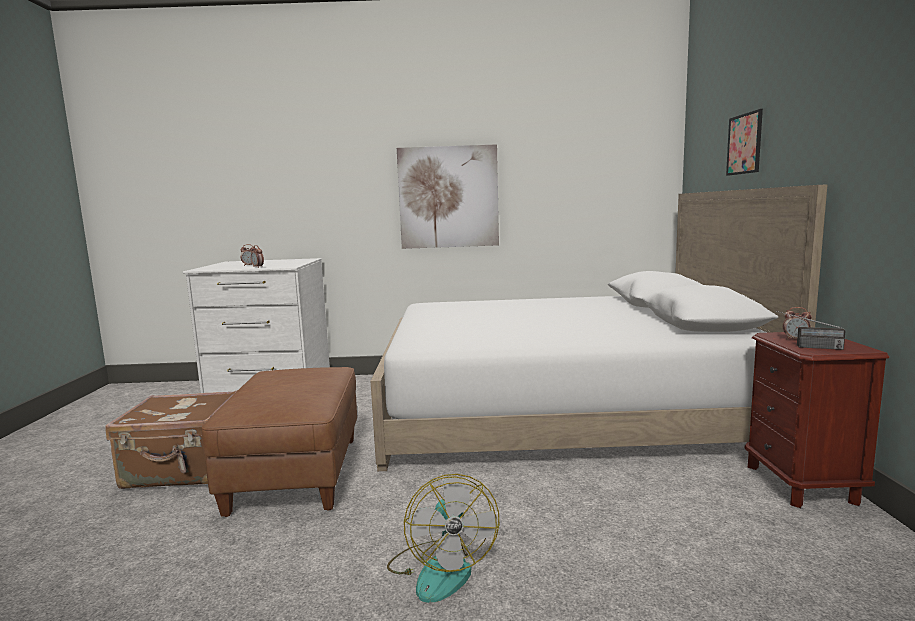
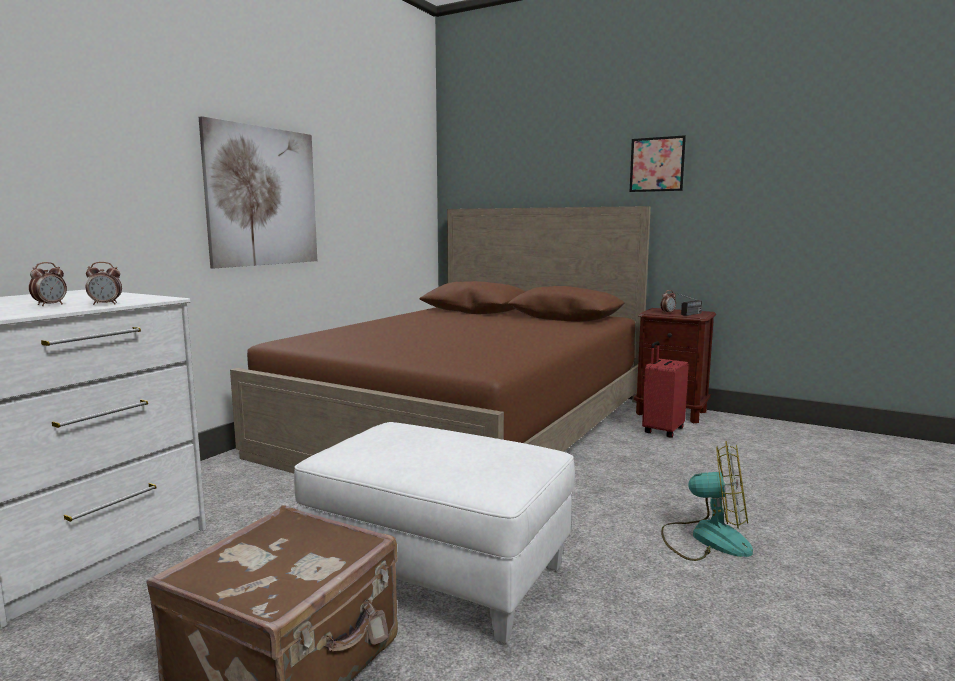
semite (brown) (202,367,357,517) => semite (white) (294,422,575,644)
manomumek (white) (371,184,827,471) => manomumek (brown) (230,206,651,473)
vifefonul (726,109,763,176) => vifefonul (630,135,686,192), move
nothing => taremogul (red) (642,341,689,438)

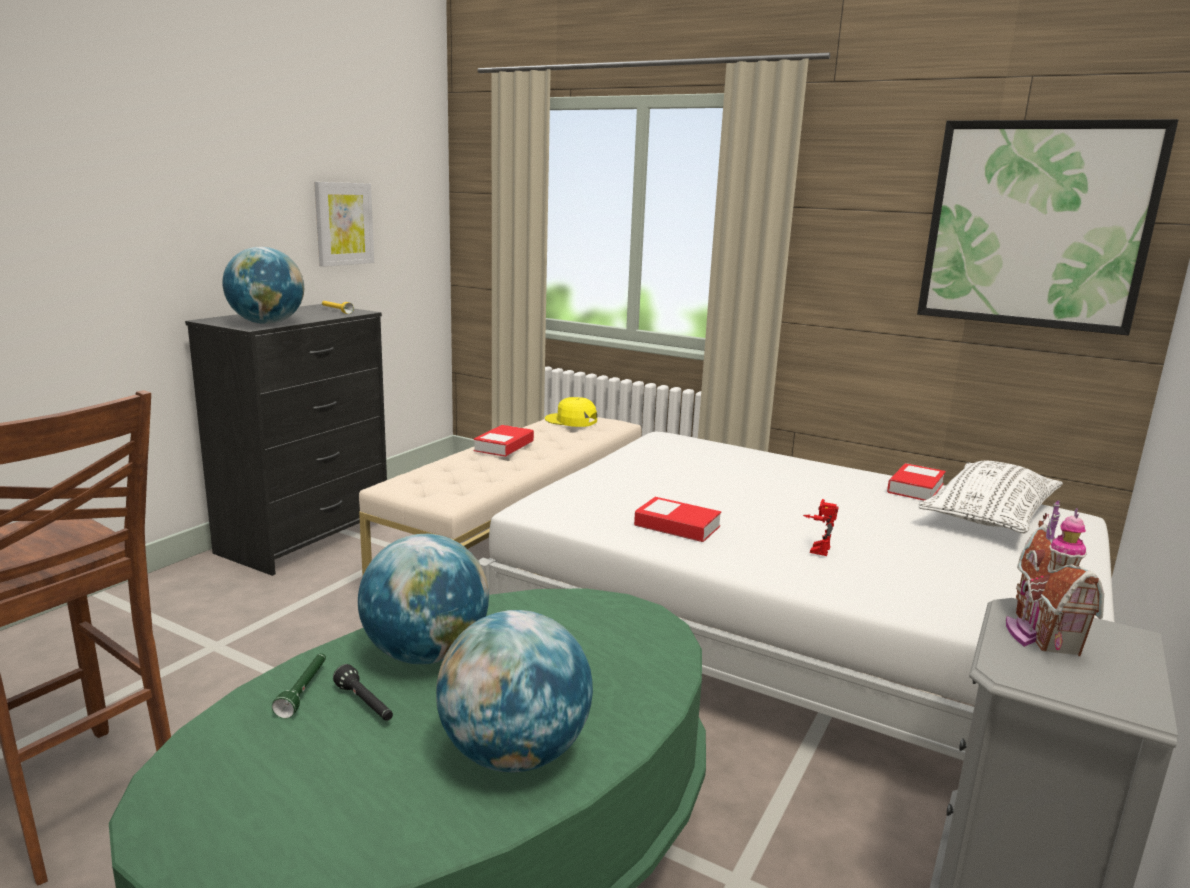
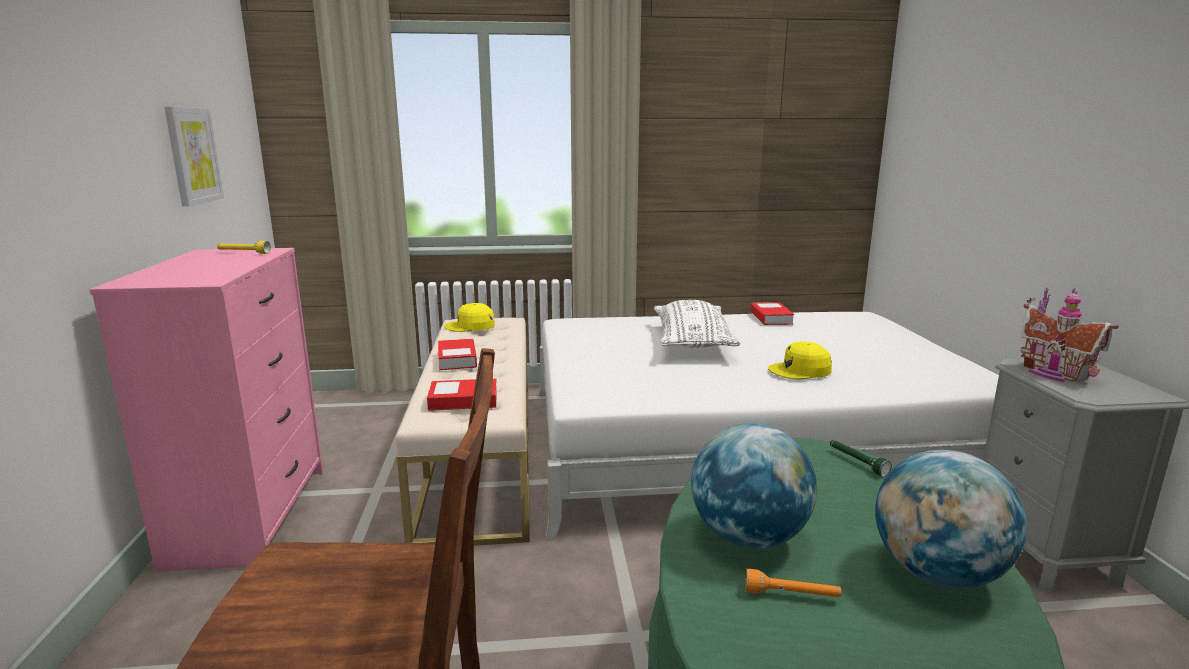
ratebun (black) (185,304,387,576) => ratebun (pink) (90,248,323,572)
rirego (222,247,304,324) => nothing
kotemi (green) (272,653,326,719) => kotemi (green) (830,440,892,477), move
kotemi (black) (333,664,393,721) => kotemi (orange) (745,569,841,597)
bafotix (634,497,721,542) => bafotix (427,379,497,411), move
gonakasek (803,499,839,556) => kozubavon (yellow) (768,341,832,379)
vifefonul (917,119,1178,336) => nothing
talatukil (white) (919,461,1063,533) => talatukil (white) (654,300,740,348), move

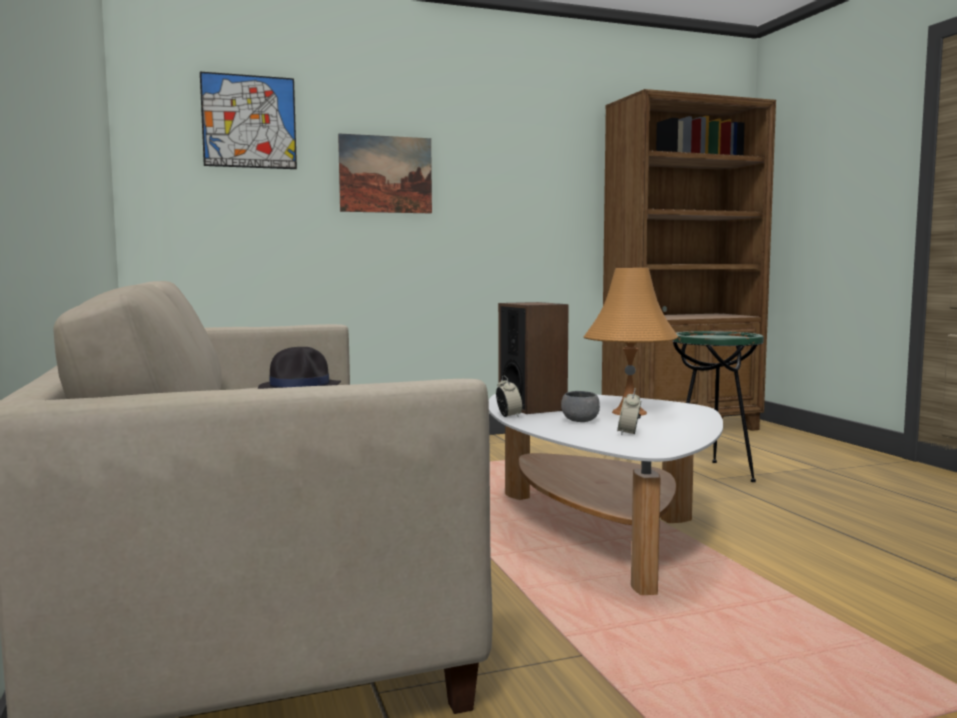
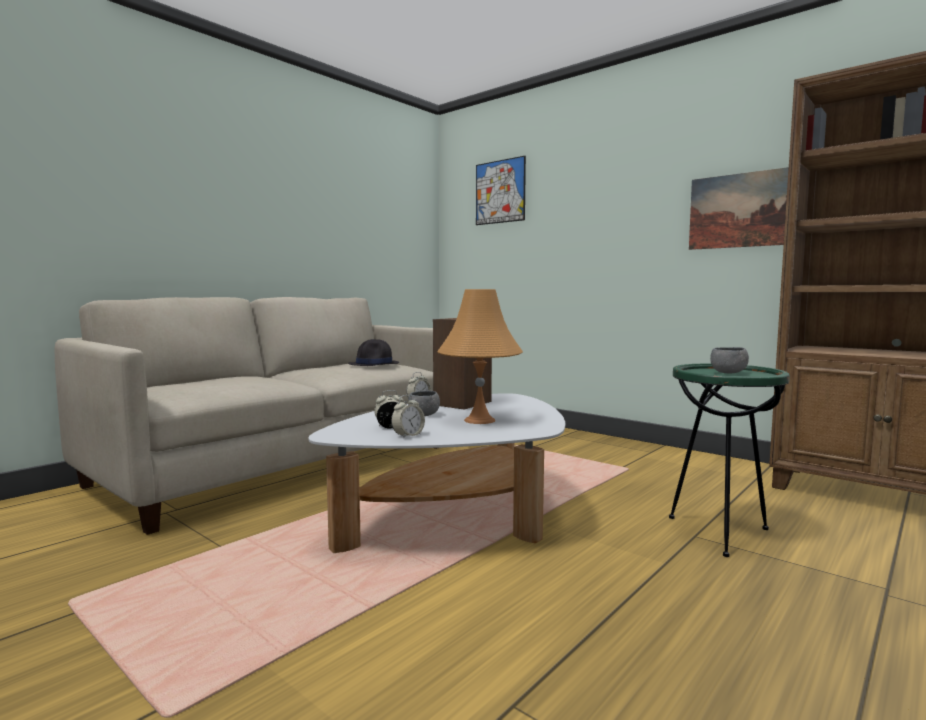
vifefonul (338,133,432,213) => vifefonul (689,167,789,250), move
nothing => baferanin (391,395,425,439)
nothing => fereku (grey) (710,347,749,373)

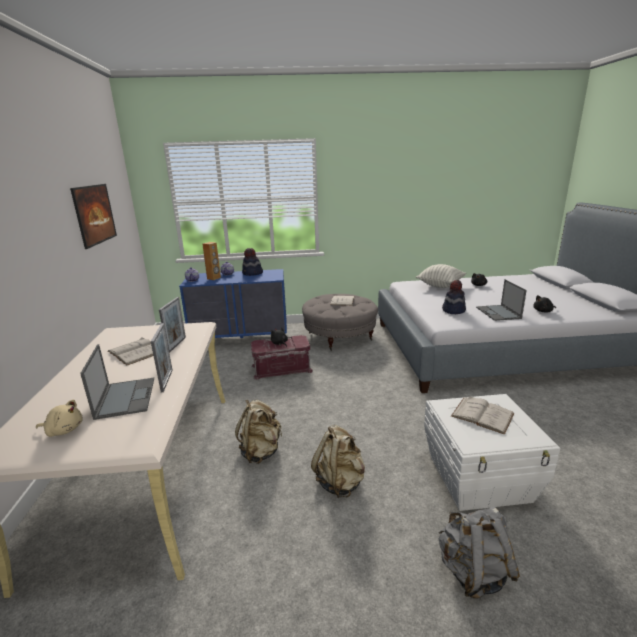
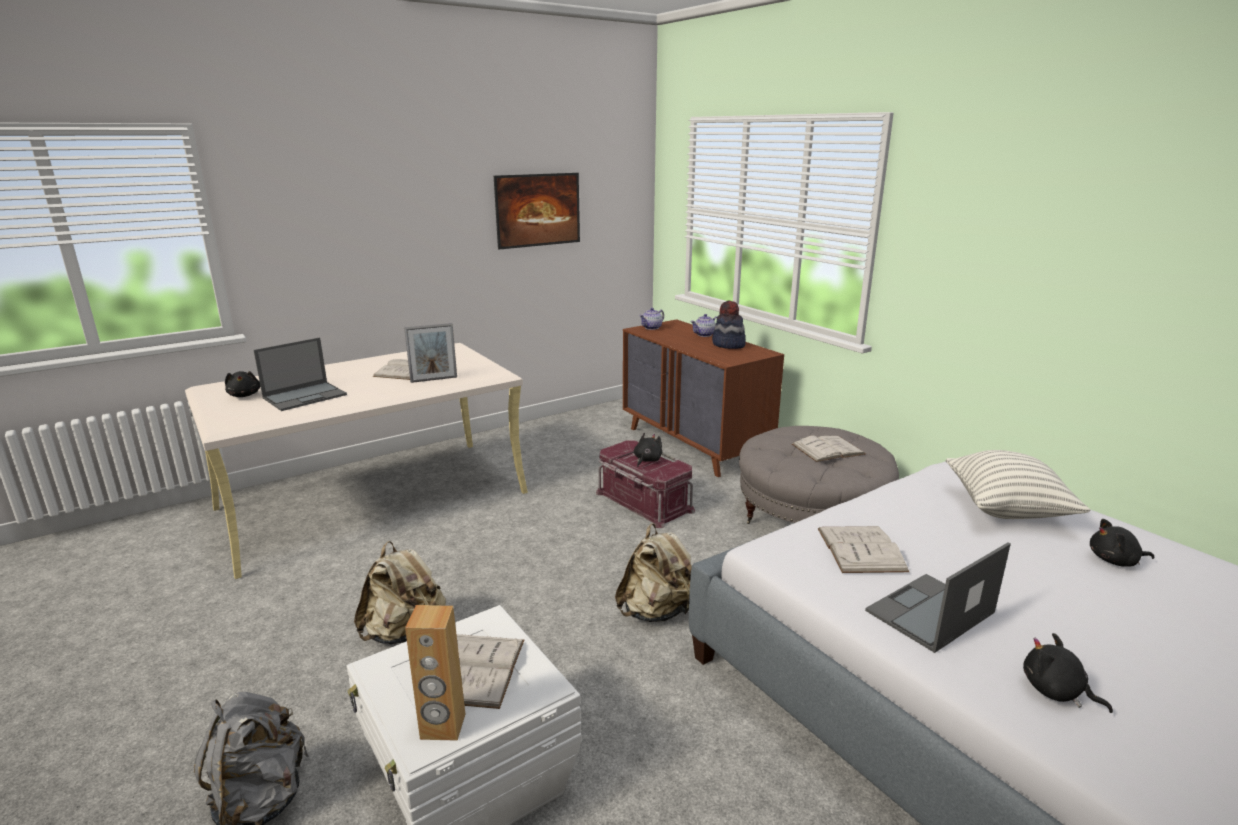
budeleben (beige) (36,400,83,437) => budeleben (black) (225,371,260,397)
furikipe (151,323,172,392) => nothing
ratebun (blue) (179,269,287,338) => ratebun (brown) (623,319,784,477)
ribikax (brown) (202,242,221,280) => ribikax (brown) (405,605,465,741), move
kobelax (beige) (235,399,282,464) => kobelax (beige) (615,523,692,622), move
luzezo (442,280,466,314) => bafotix (white) (818,526,909,573)

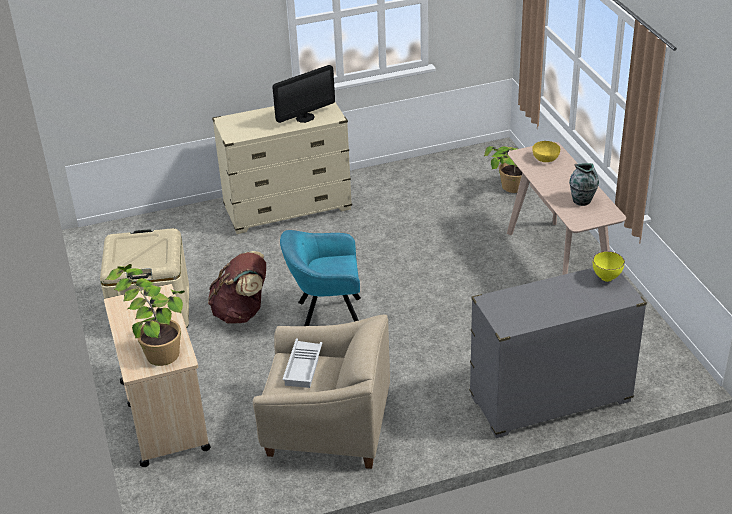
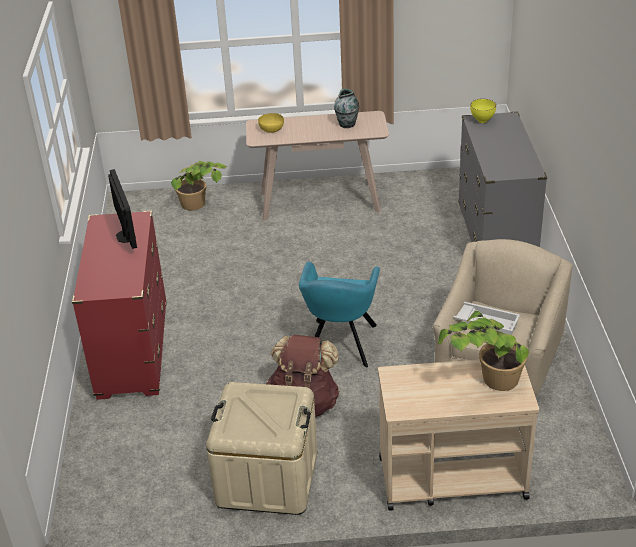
ratebun (beige) (212,102,352,234) => ratebun (red) (72,211,167,400)

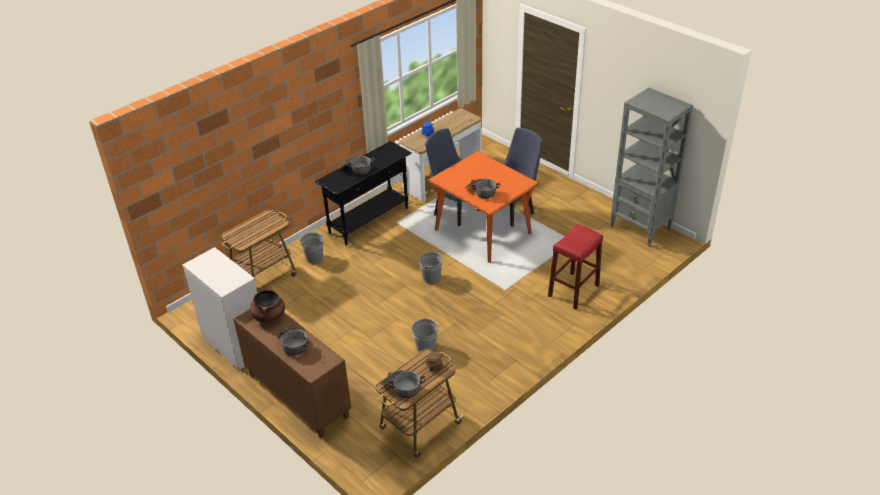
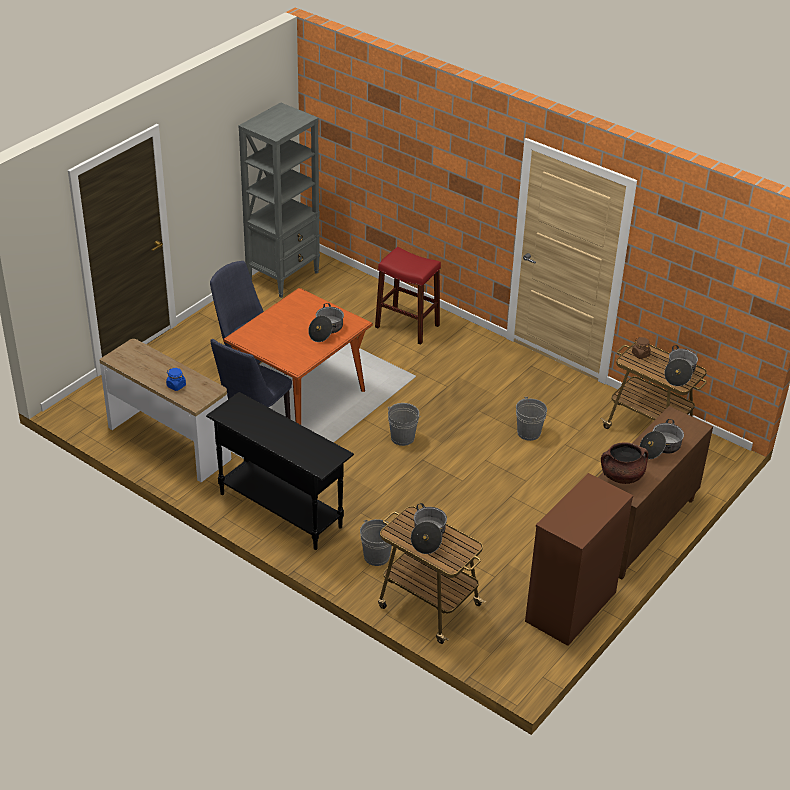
ratebun (white) (182,247,257,370) => ratebun (brown) (525,473,633,646)
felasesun (341,156,375,175) => felasesun (411,503,447,554), move

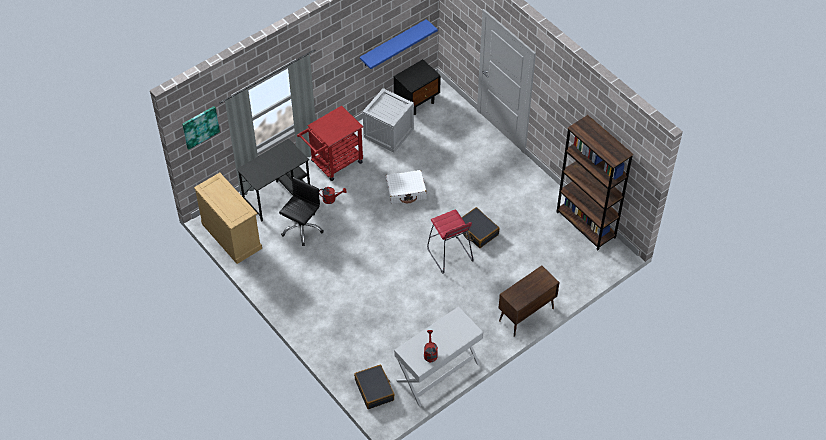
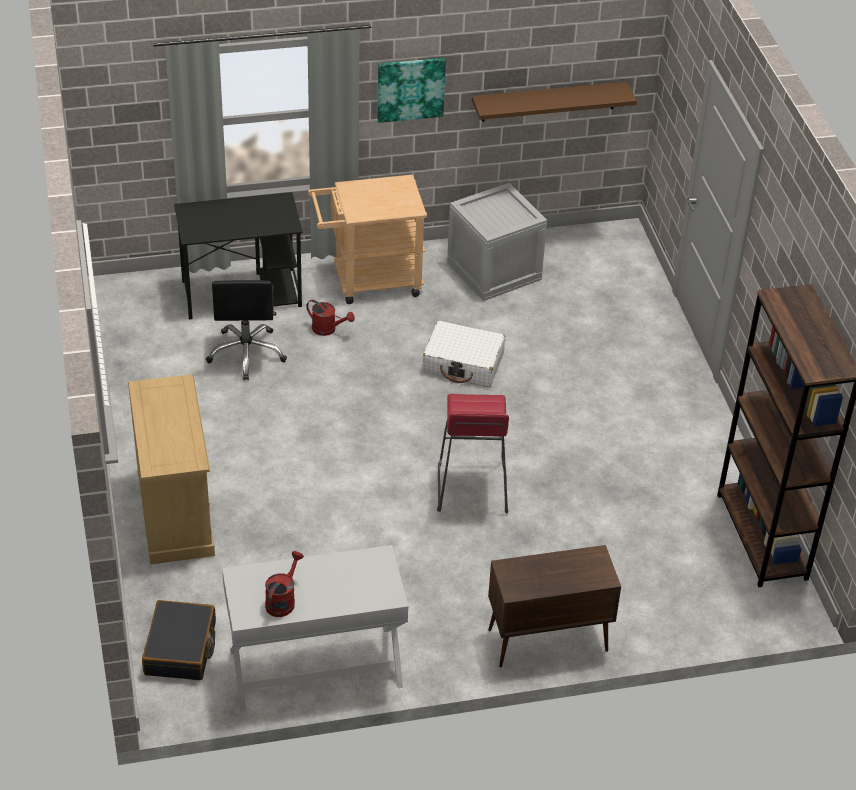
vifefonul (182,106,220,150) => vifefonul (377,58,446,123), move
ratebun (beige) (194,173,262,264) => ratebun (beige) (128,374,215,565), move
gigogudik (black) (279,177,324,246) => gigogudik (black) (206,280,287,380), 120 degrees clockwise
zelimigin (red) (297,106,363,181) => zelimigin (beige) (308,175,427,304)
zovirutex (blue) (360,19,438,69) => zovirutex (brown) (472,82,637,122)
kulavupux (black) (394,59,441,115) => nothing
taremogul (black) (461,207,500,248) => nothing

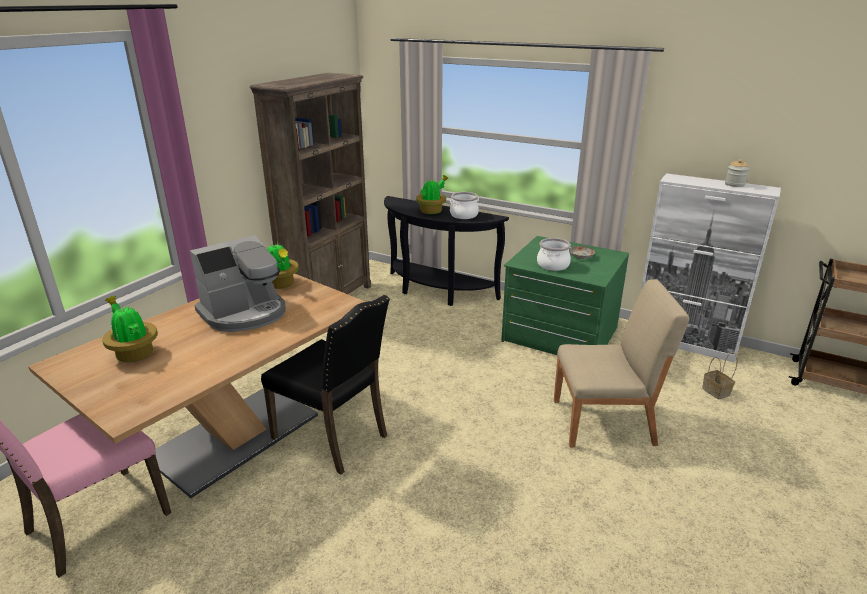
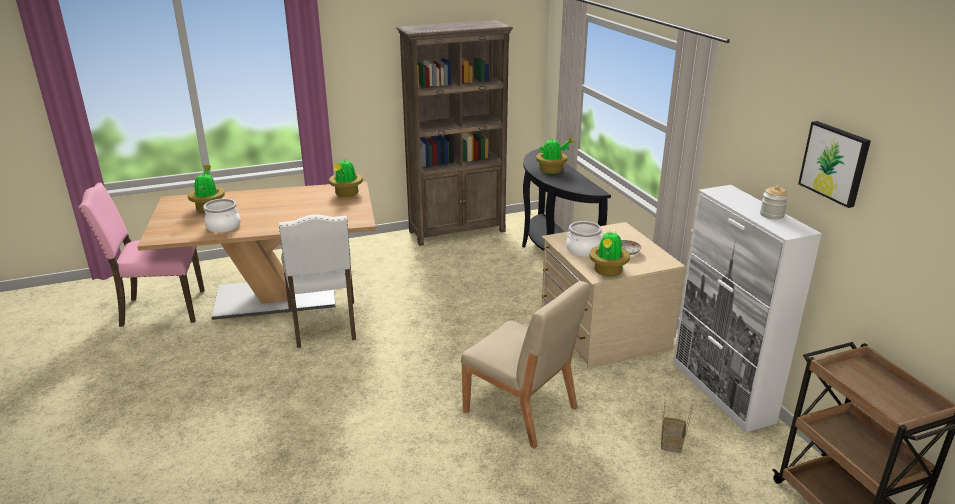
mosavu (190,235,286,332) => nothing
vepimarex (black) (261,295,390,475) => vepimarex (white) (279,214,356,348)
felasesun (450,192,479,219) => felasesun (203,198,241,233), move
ratebun (green) (501,236,629,355) => ratebun (beige) (542,222,685,369)
nothing => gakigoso (589,231,630,277)
nothing => vifefonul (798,121,871,208)

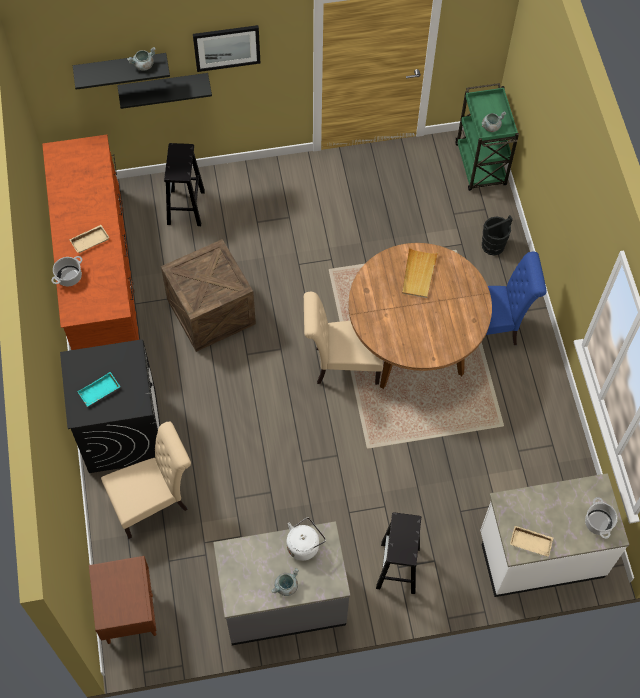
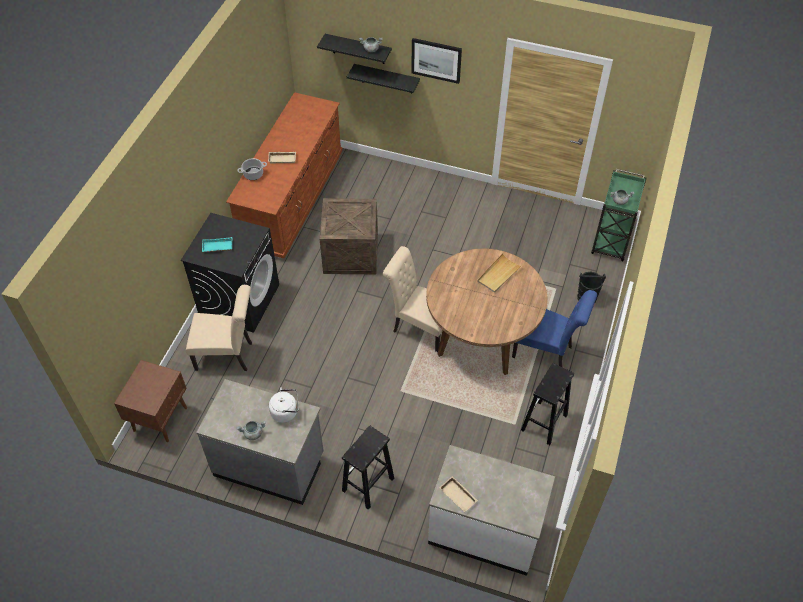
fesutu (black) (164,143,205,226) => fesutu (black) (521,363,574,445), move
felasesun (585,497,618,539) => nothing

